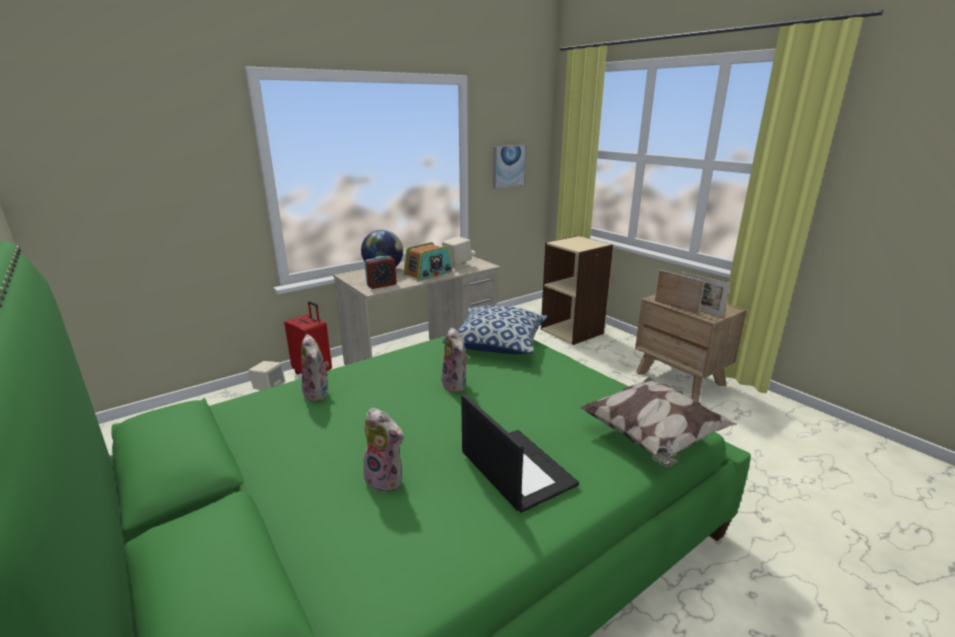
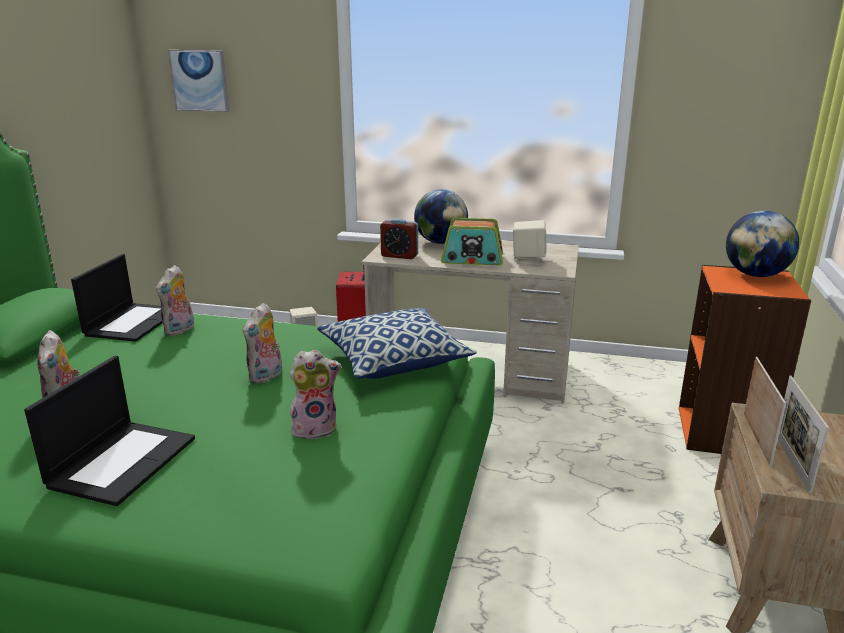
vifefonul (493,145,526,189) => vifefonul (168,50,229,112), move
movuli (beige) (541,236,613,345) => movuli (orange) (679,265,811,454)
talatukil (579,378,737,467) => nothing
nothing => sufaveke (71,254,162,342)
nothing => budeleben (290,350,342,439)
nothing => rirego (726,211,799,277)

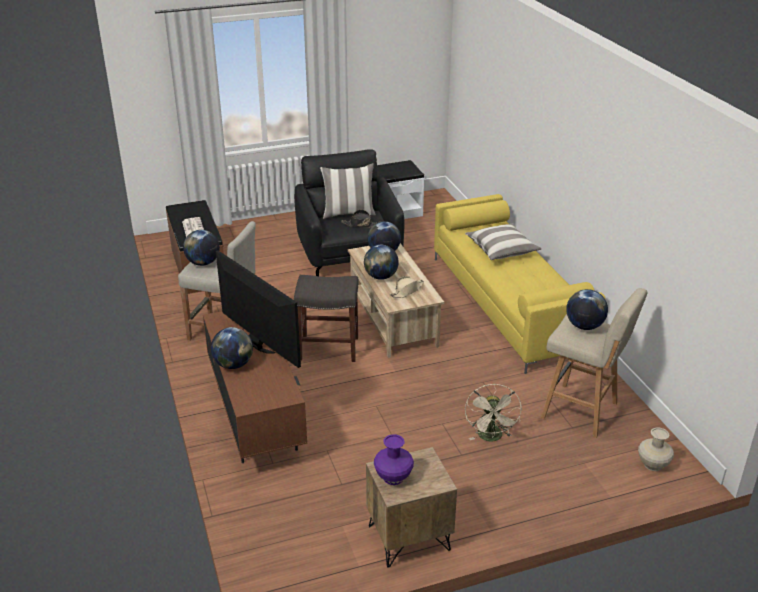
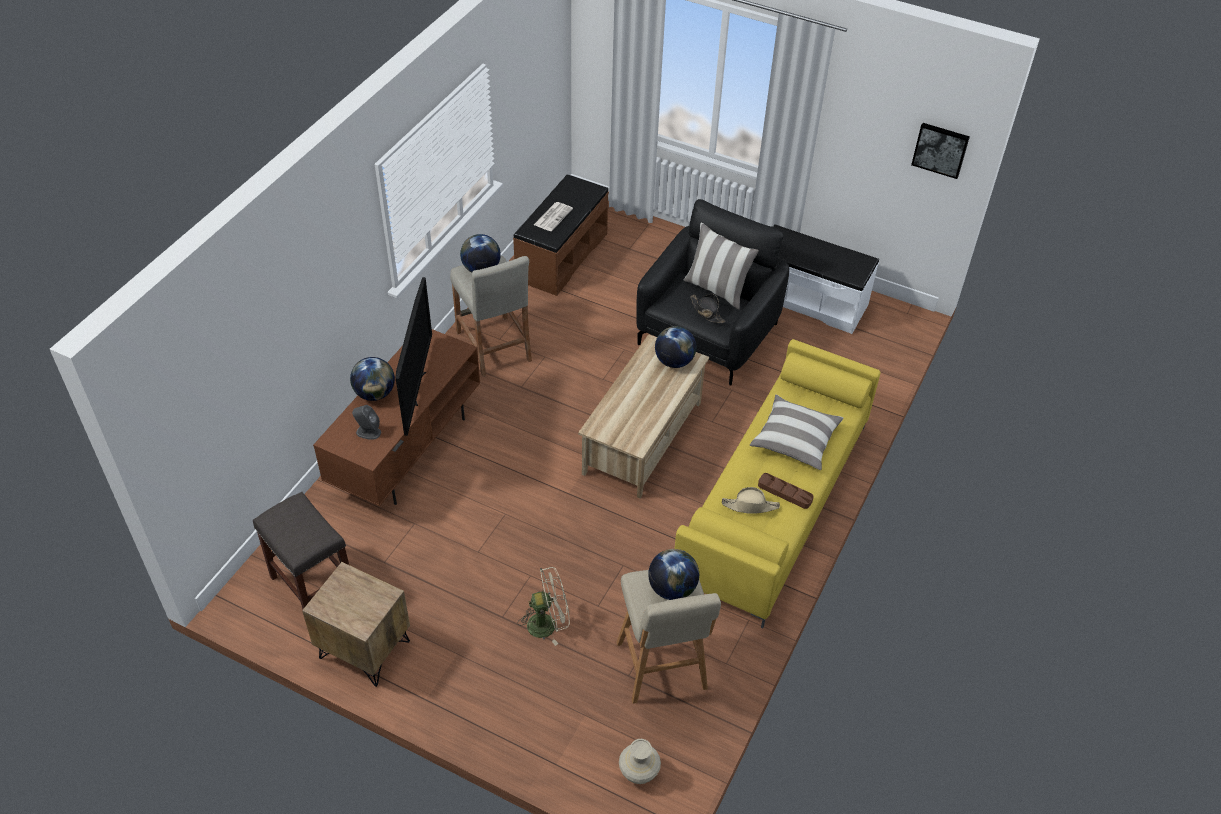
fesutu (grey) (294,275,359,362) => fesutu (grey) (253,492,349,609), move
rirego (364,245,399,280) => nothing
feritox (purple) (374,434,414,485) => nothing
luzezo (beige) (390,276,424,298) => luzezo (beige) (722,487,780,514), move
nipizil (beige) (465,384,521,442) => nipizil (beige) (518,567,570,646), 150 degrees counterclockwise
nothing => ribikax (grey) (352,405,381,440)
nothing => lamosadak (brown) (758,473,814,509)
nothing => vifefonul (911,123,970,179)

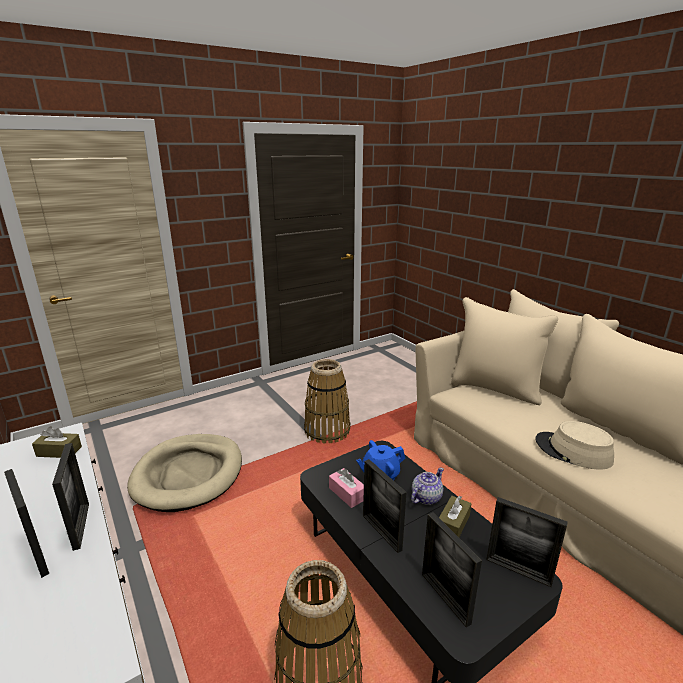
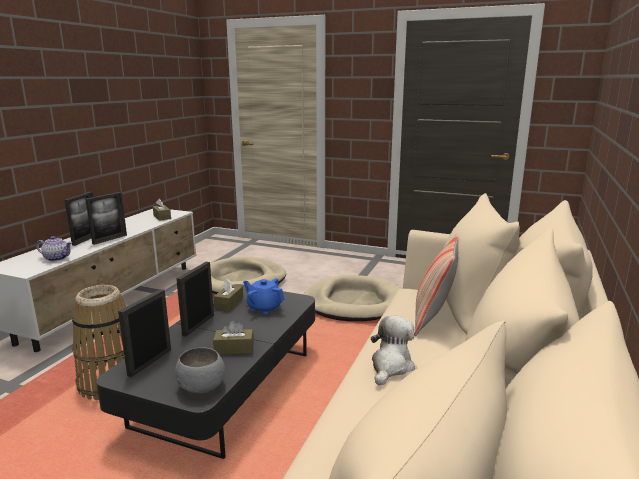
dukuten (304,359,350,443) => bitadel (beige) (304,275,402,321)
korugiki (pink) (329,468,364,508) => korugiki (brown) (214,279,243,311)
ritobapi (411,468,444,505) => ritobapi (36,236,72,261), move
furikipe (486,497,568,587) => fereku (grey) (175,347,225,394)
luzezo (beige) (535,421,614,469) => budeleben (371,316,415,386)
nothing => talatukil (414,234,458,336)

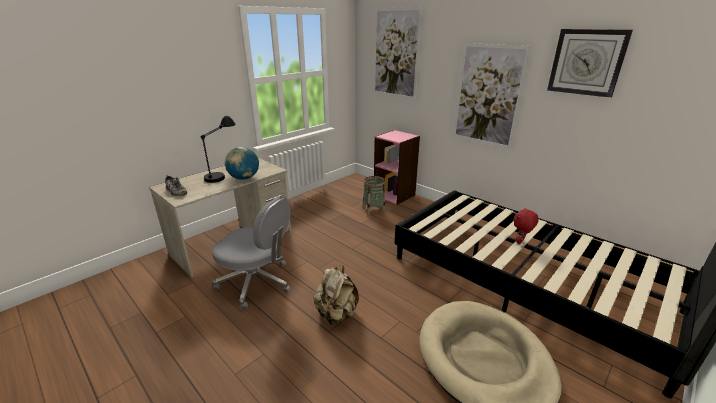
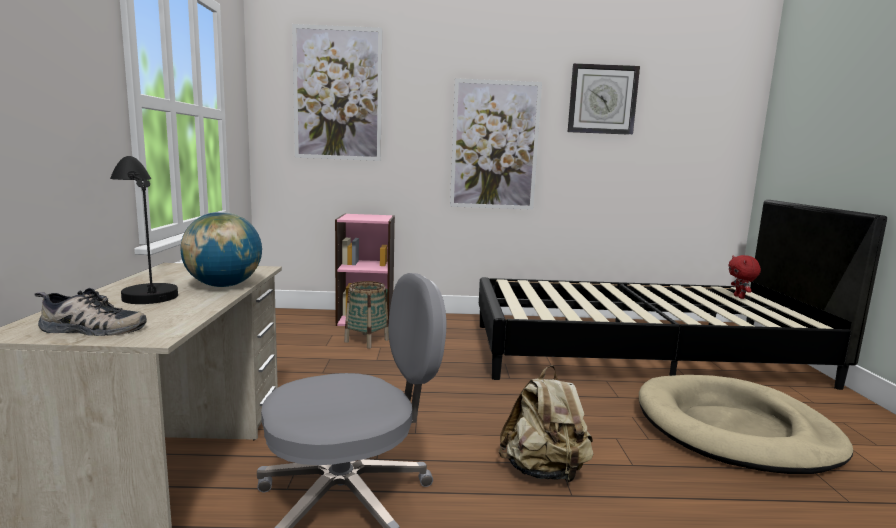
budeleben (red) (514,208,539,244) => budeleben (red) (728,255,761,299), move

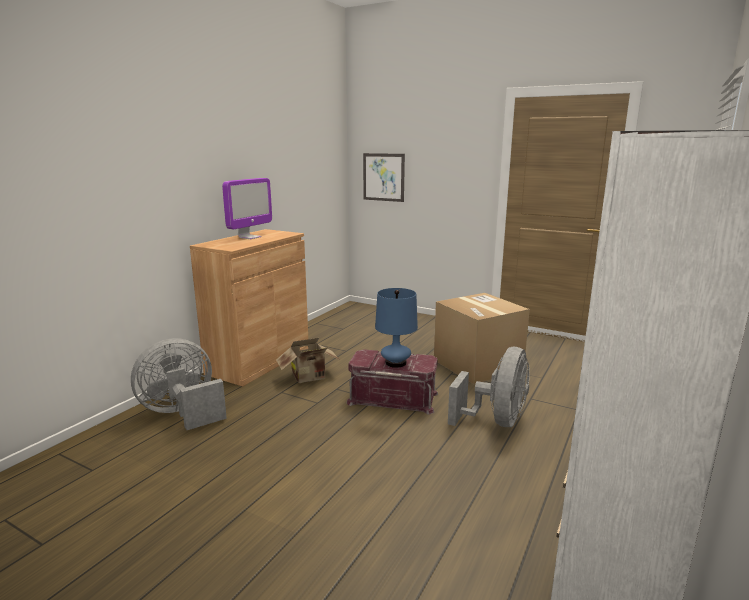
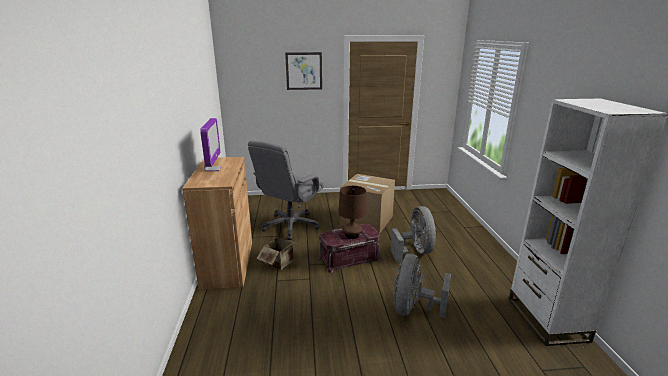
nipizil (grey) (131,338,227,430) => nipizil (grey) (394,254,451,318), move
vifefonul (363,153,405,202) => vifefonul (285,52,322,90), move
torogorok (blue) (375,288,418,368) => torogorok (brown) (338,186,367,239)
nothing => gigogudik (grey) (248,141,324,240)

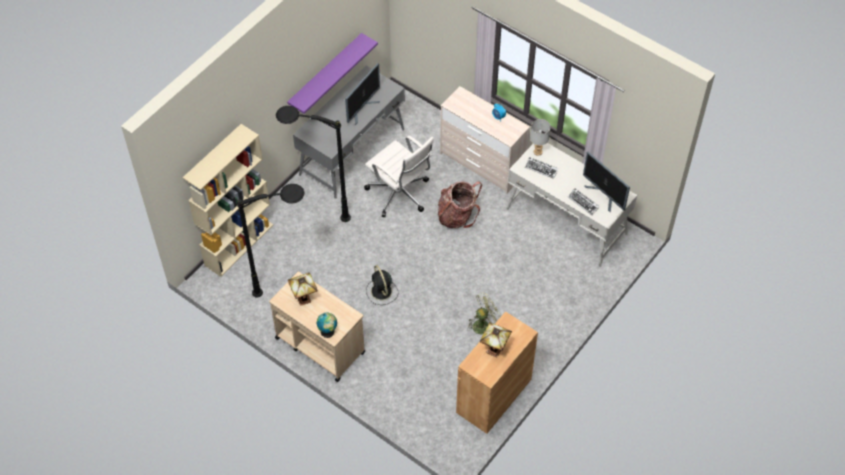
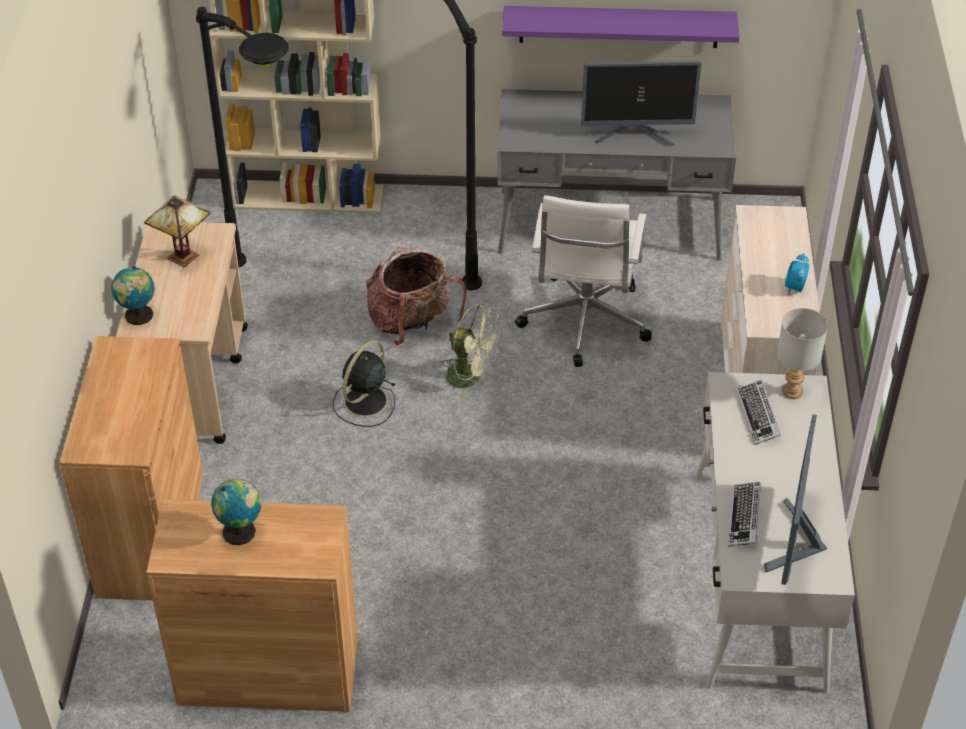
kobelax (438,181,482,228) => kobelax (366,247,467,346), move
nipizil (green) (467,292,501,334) => nipizil (green) (442,304,502,399), move
torogorok (480,322,512,358) => rirego (211,478,262,545)
nothing => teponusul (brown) (60,336,203,600)

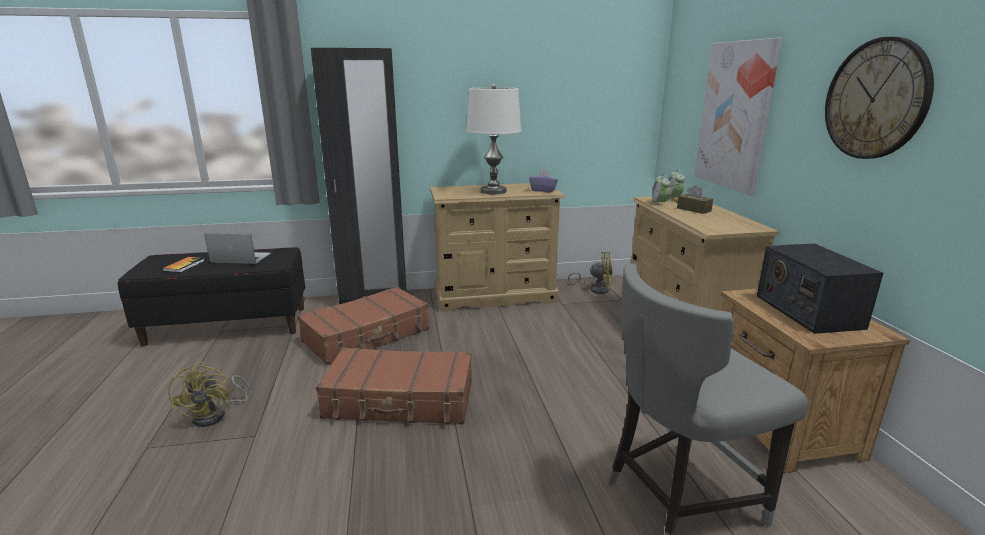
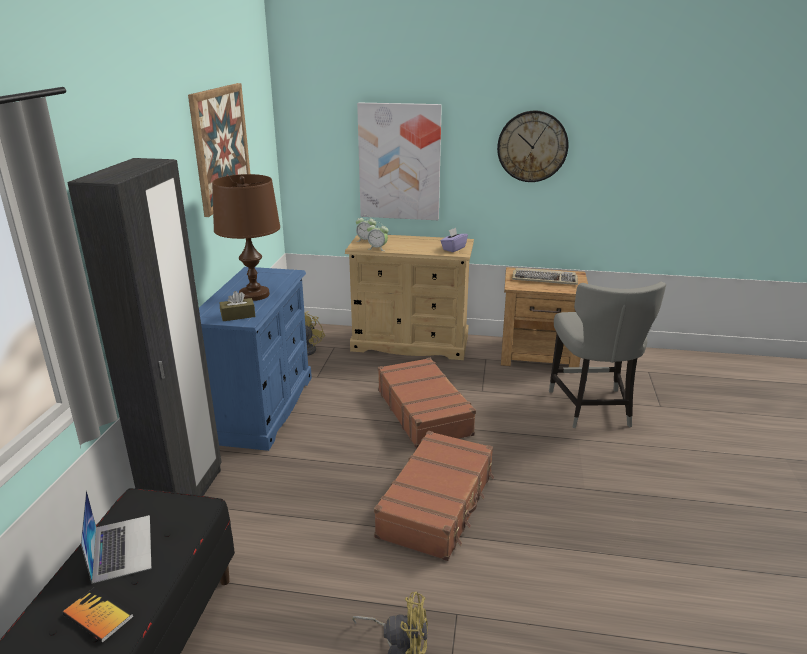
sufaveke (204,233,271,264) => sufaveke (80,490,151,584), 135 degrees clockwise
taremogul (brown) (298,286,429,365) => taremogul (brown) (378,358,476,449), move
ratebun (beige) (430,183,565,312) => ratebun (blue) (199,267,312,451)
torogorok (white) (466,84,521,194) => torogorok (brown) (212,174,280,301)
korugiki (purple) (529,169,558,192) => korugiki (purple) (441,228,468,252), move
korugiki (brown) (677,185,713,214) => korugiki (brown) (219,291,255,321), move
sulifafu (757,243,883,334) => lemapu (512,268,578,285)
nothing => vifefonul (188,83,250,217)

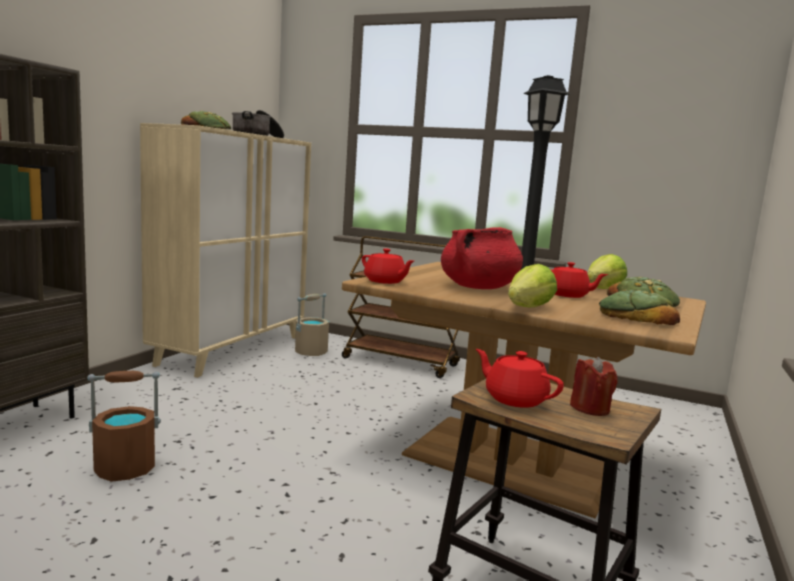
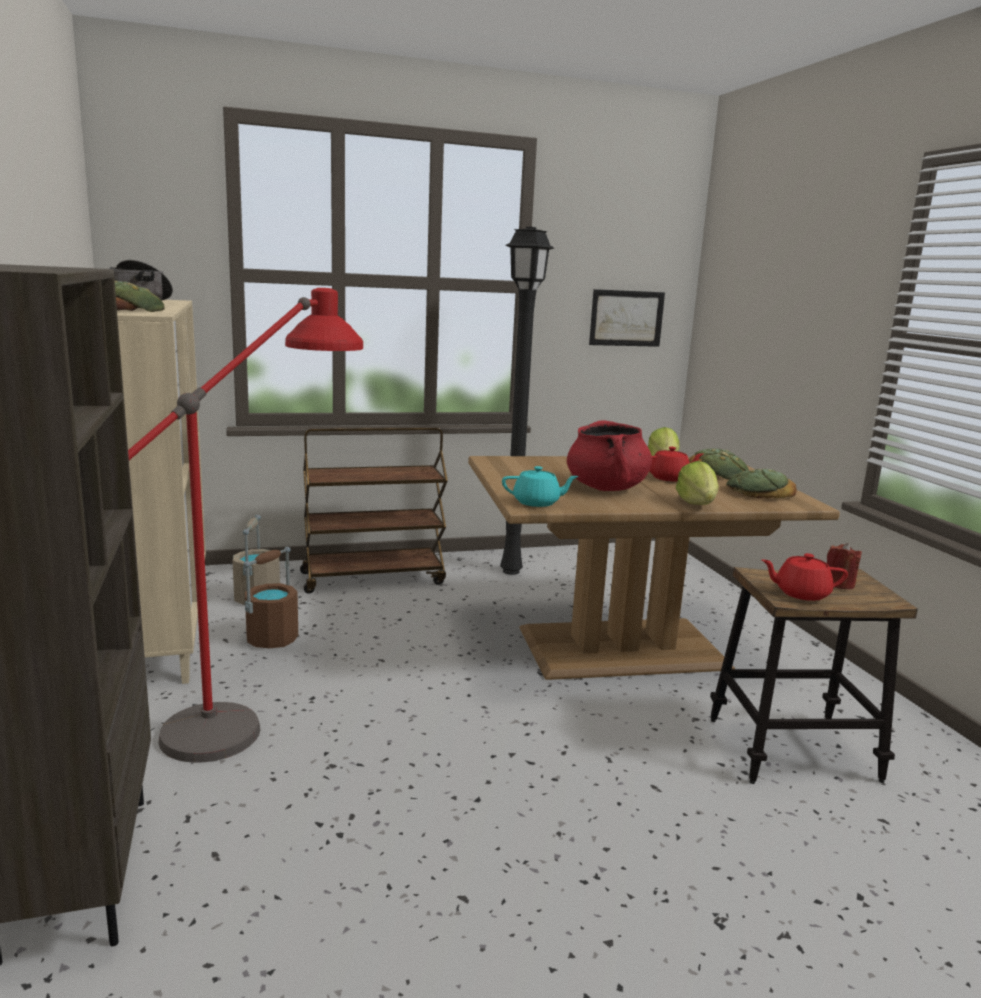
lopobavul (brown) (87,371,161,482) => lopobavul (brown) (243,547,298,648), move
ritobapi (red) (362,249,414,284) => ritobapi (turquoise) (502,466,579,507)
nothing => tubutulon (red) (128,288,363,763)
nothing => vifefonul (589,289,665,347)

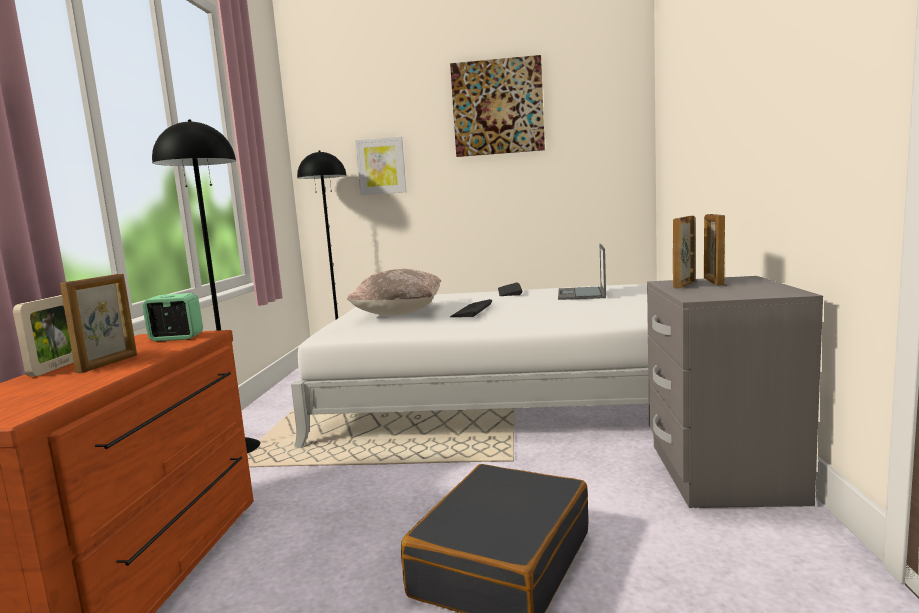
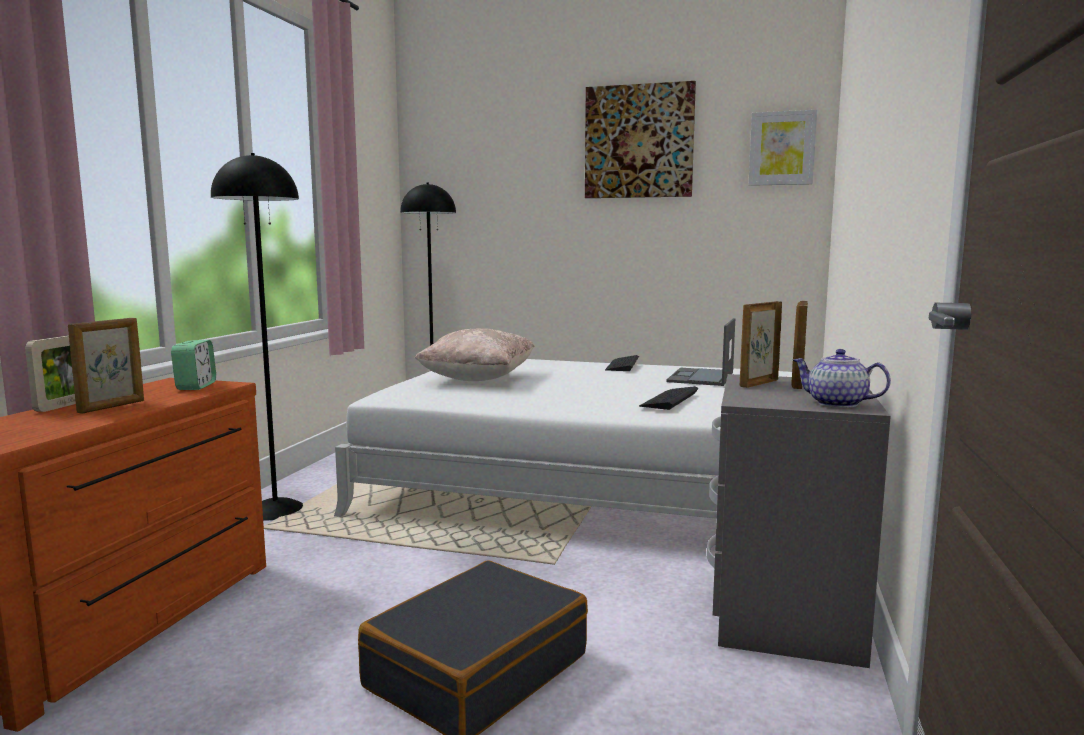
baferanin (142,293,203,341) => baferanin (171,340,216,390), 75 degrees clockwise
vifefonul (355,137,407,195) => vifefonul (749,110,817,186), move
lemapu (450,299,492,317) => lemapu (639,386,698,410), move
nothing => ritobapi (793,349,891,408)

